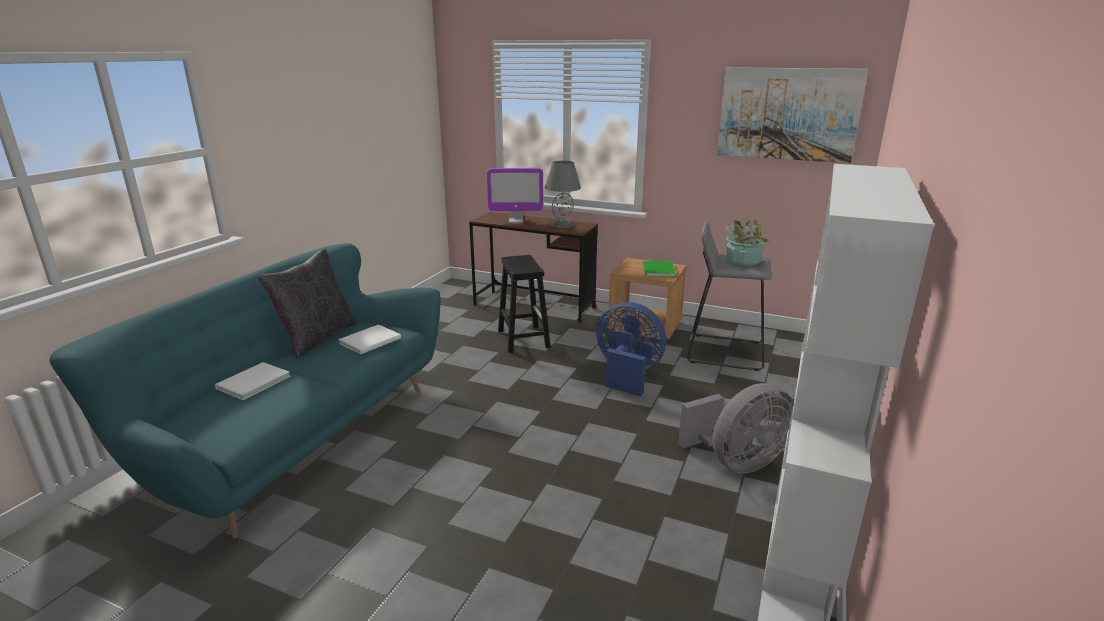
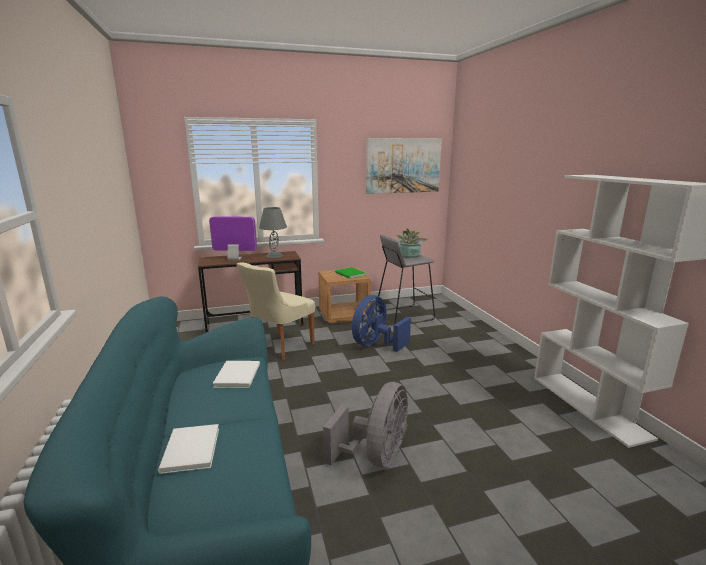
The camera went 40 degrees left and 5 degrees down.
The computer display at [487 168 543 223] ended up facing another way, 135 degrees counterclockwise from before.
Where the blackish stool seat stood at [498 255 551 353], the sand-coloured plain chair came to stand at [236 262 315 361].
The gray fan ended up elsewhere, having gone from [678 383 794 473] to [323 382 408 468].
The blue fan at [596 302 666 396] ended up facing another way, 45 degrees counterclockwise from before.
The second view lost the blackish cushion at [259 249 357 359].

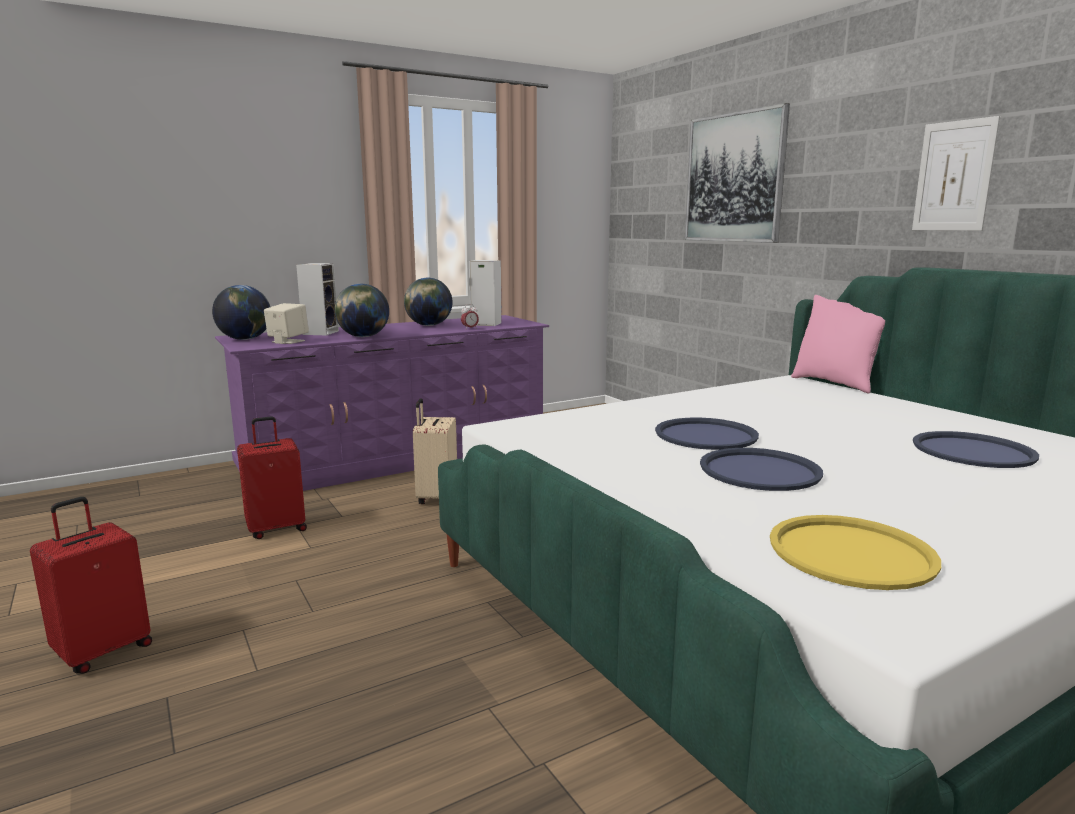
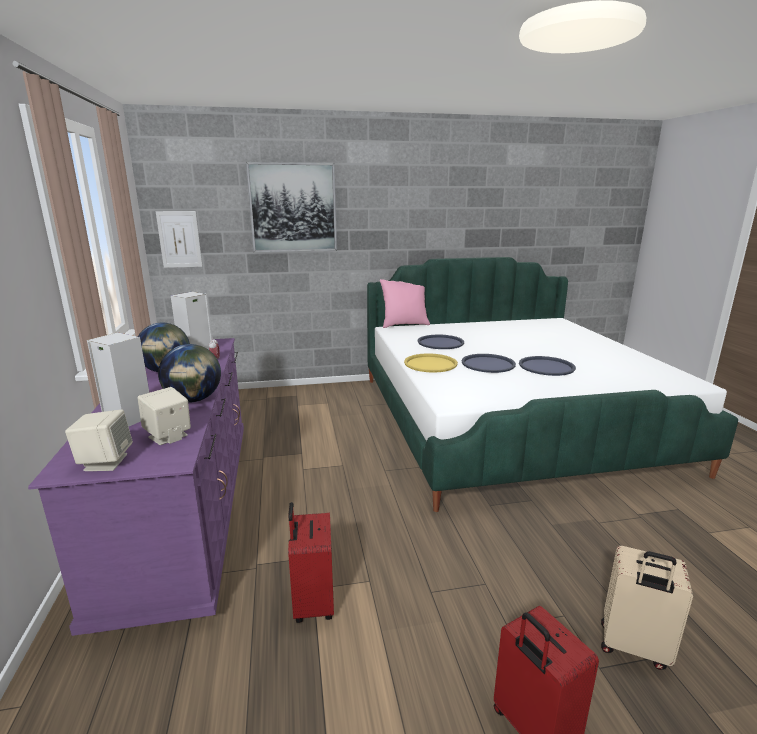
The camera went 70 degrees left and 5 degrees up.
Where the world globe stood at [212 285 270 340], the sand-coloured speaker came to stand at [65 410 133 471].
The picture ended up elsewhere, having gone from [912 116 1000 231] to [156 211 202 268].
The yellow-coloured tray ended up elsewhere, having gone from [770 515 941 590] to [404 353 458 373].
The blue tray ended up elsewhere, having gone from [913 431 1039 468] to [418 335 464 349].
The sand-coloured suitcase ended up elsewhere, having gone from [413 398 457 504] to [601 546 693 670].

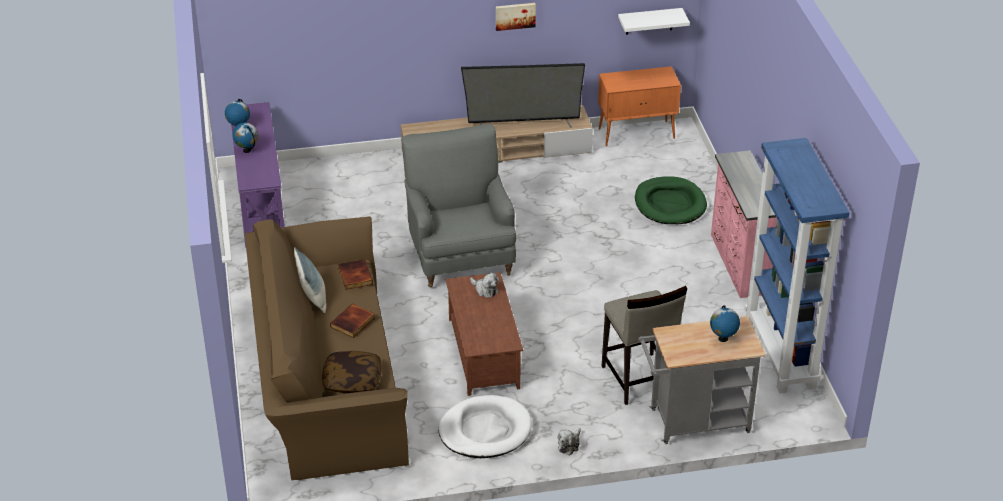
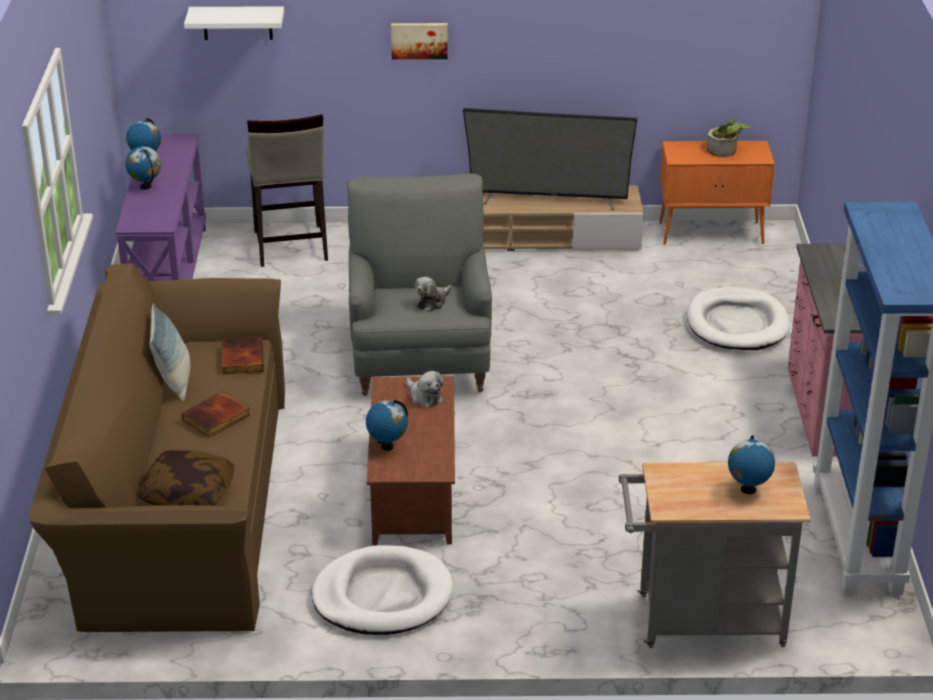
The camera went 10 degrees right and 5 degrees down.
The white bracket shelf ended up elsewhere, having gone from [618 8 690 35] to [184 6 284 40].
The sand-coloured stool seat ended up elsewhere, having gone from [601 286 688 405] to [246 114 328 267].
The second view gained the world globe at [366 400 408 451].
The picture ended up elsewhere, having gone from [496 3 536 31] to [391 23 448 59].
The plush toy ended up elsewhere, having gone from [557 428 581 456] to [415 277 452 312].
What was the greenish dog cushion at [635 176 707 224] turned into the white dog cushion at [687 287 790 350].
The second view gained the plant in a pot at [707 118 751 157].

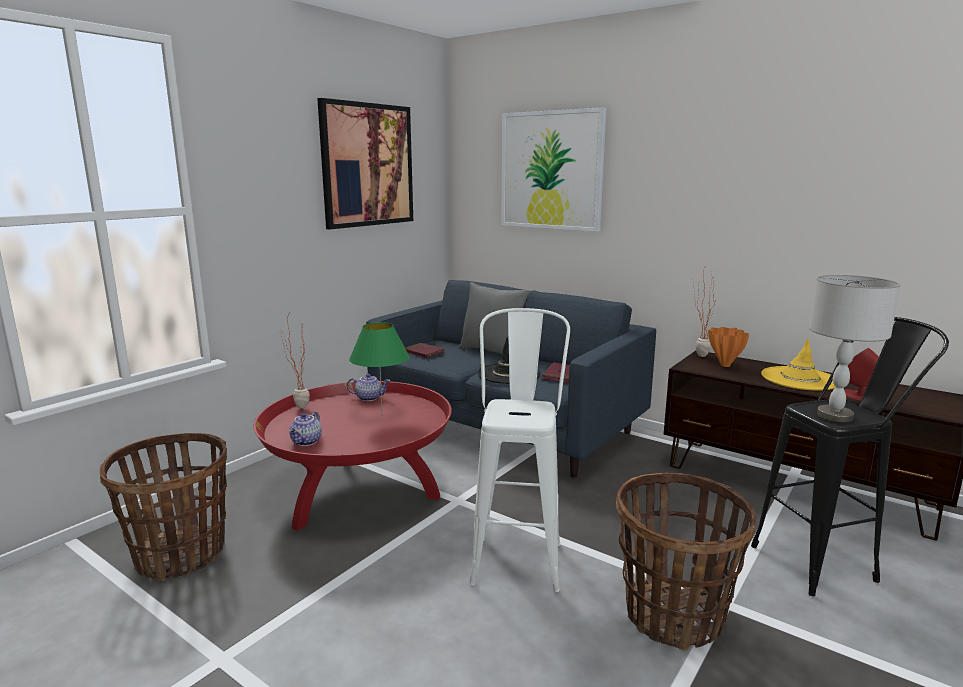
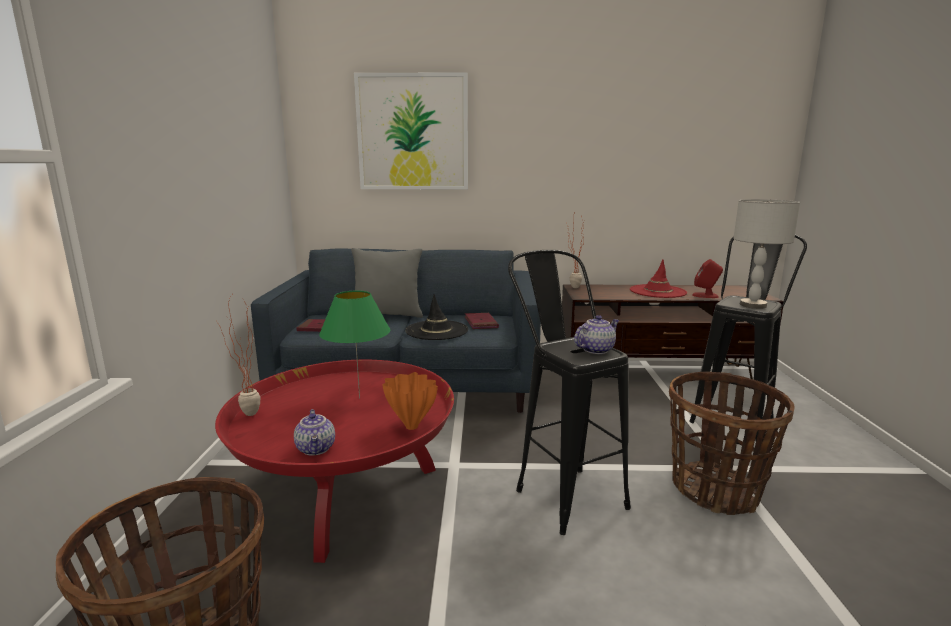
The camera went 35 degrees left and 0 degrees up.
The orange-coloured vase ended up elsewhere, having gone from [708 327 749 367] to [382 372 438 430].
What was the white stool seat at [470 308 570 592] turned into the blackish stool seat at [508 250 631 535].
The tea pot ended up elsewhere, having gone from [347 374 390 401] to [574 315 620 354].
What was the yellow-coloured wearable hat at [761 338 836 390] turned into the red-coloured wearable hat at [630 259 687 298].
The second view lost the picture at [317 98 413 229].

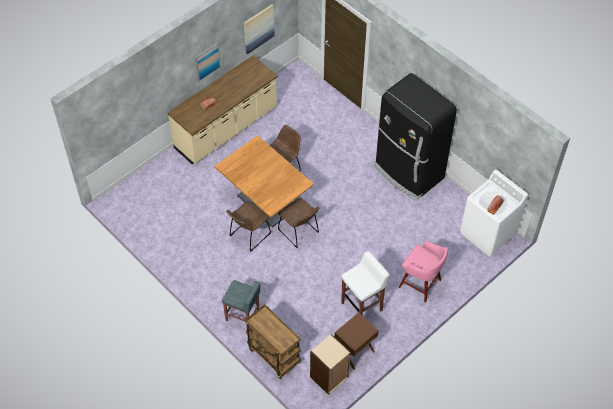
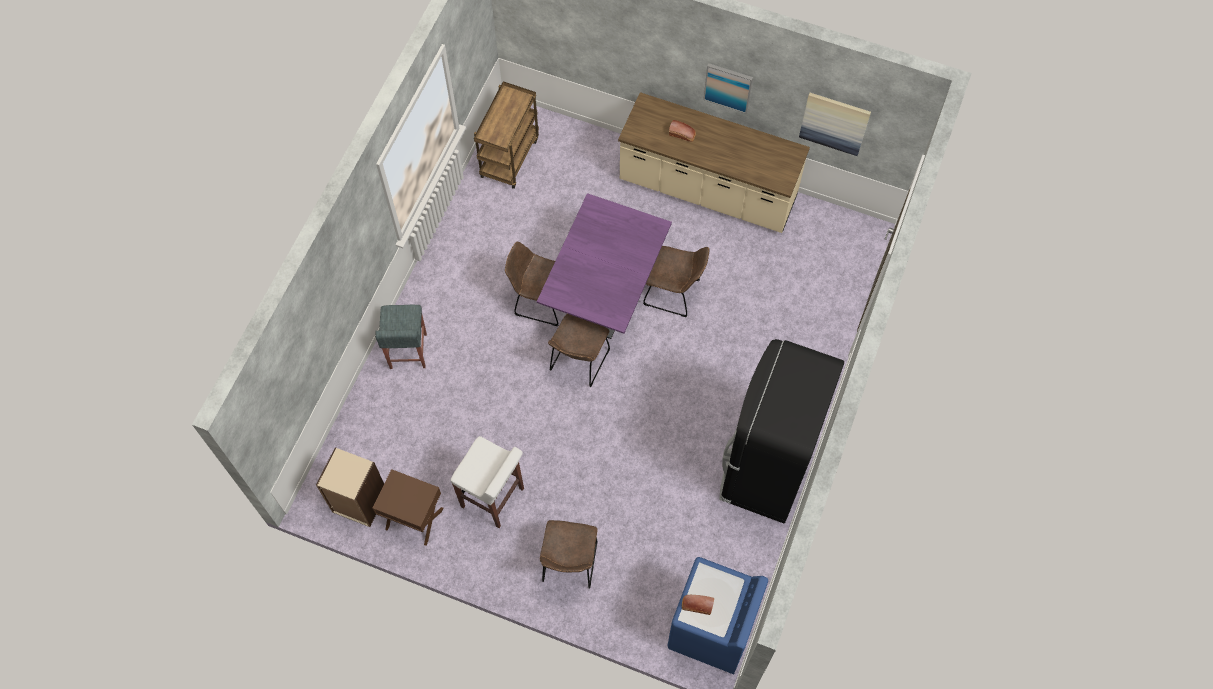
The camera went 65 degrees right and 10 degrees up.
The brown-coloured cart ended up elsewhere, having gone from [245 304 301 379] to [474 81 539 189].
What was the brown-coloured kitchen table at [214 135 314 228] turned into the purple kitchen table at [537 193 672 339].
Where the pink-coloured stool seat stood at [399 241 448 302], the brown-coloured plain chair came to stand at [540 520 598 589].
What was the white laundry appliance at [460 170 528 257] turned into the blue laundry appliance at [667 557 768 674].

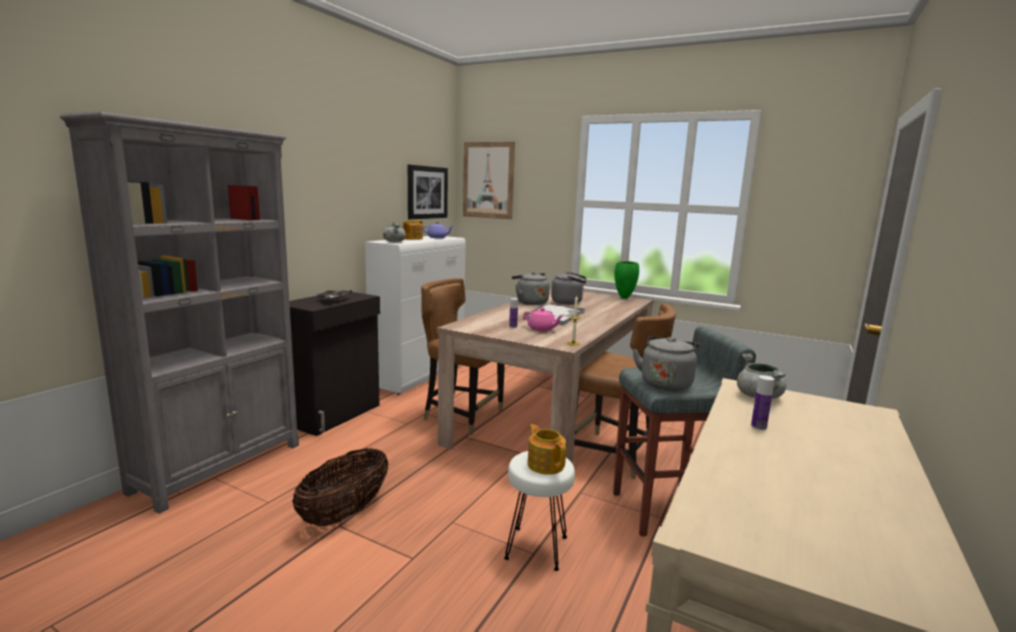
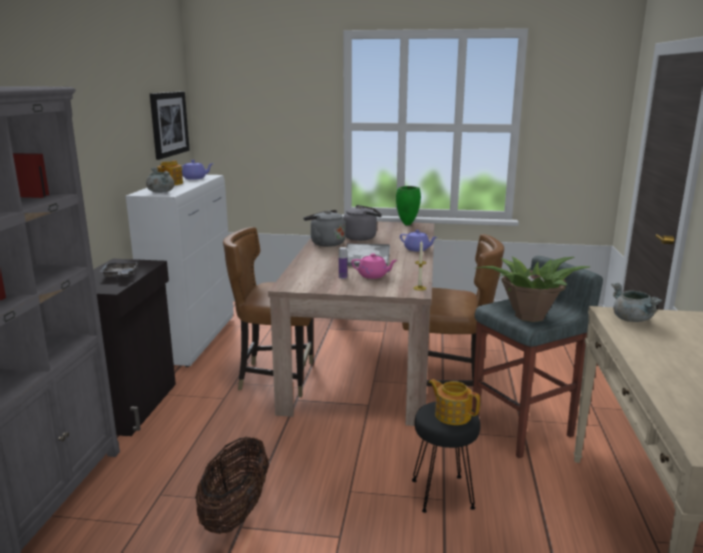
The camera went 20 degrees left and 5 degrees up.
The second view gained the purple tea pot at [400 230 437 252].
What was the white stool seat at [504 451 575 571] turned into the blackish stool seat at [412 402 480 513].
Where the gray tea kettle stood at [633 336 699 391], the plant in a pot came to stand at [477 256 590 322].
The second view lost the picture at [463 142 515 219].
The second view lost the drink bottle at [751 375 774 430].

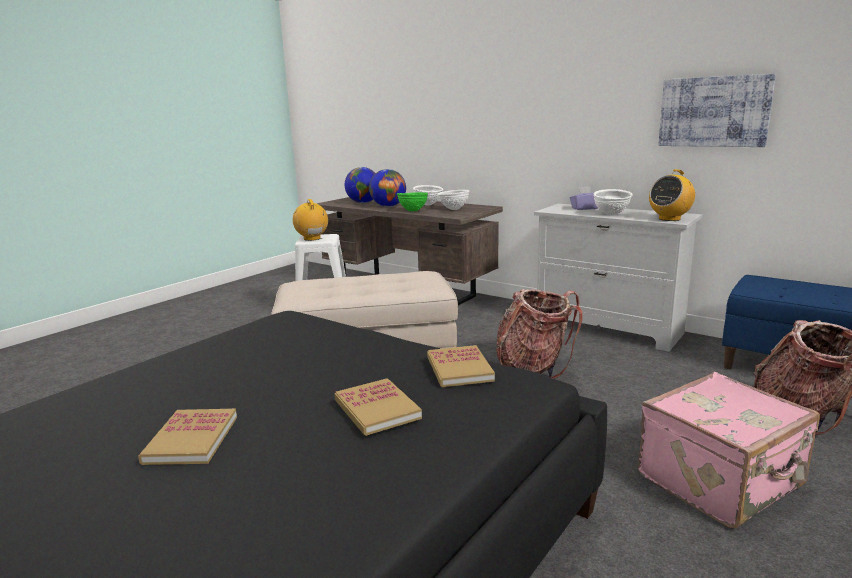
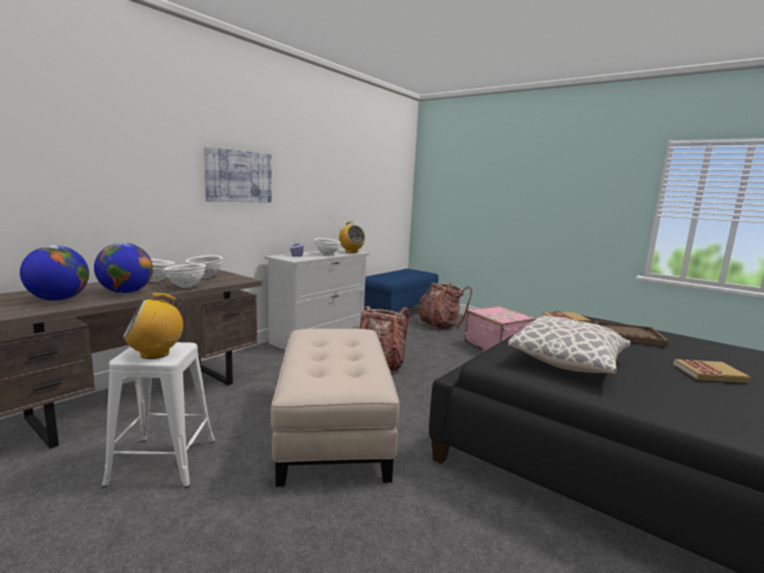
The camera went 90 degrees left and 5 degrees down.
What was the greenish bowl at [397 192 428 211] turned into the white bowl at [164 264 206 288].
The picture ended up elsewhere, having gone from [658 74 776 147] to [204 146 272 203].
The second view gained the cushion at [508 316 630 374].
Where the book stood at [334 378 422 436], the brown-coloured tray came to stand at [594 321 669 347].

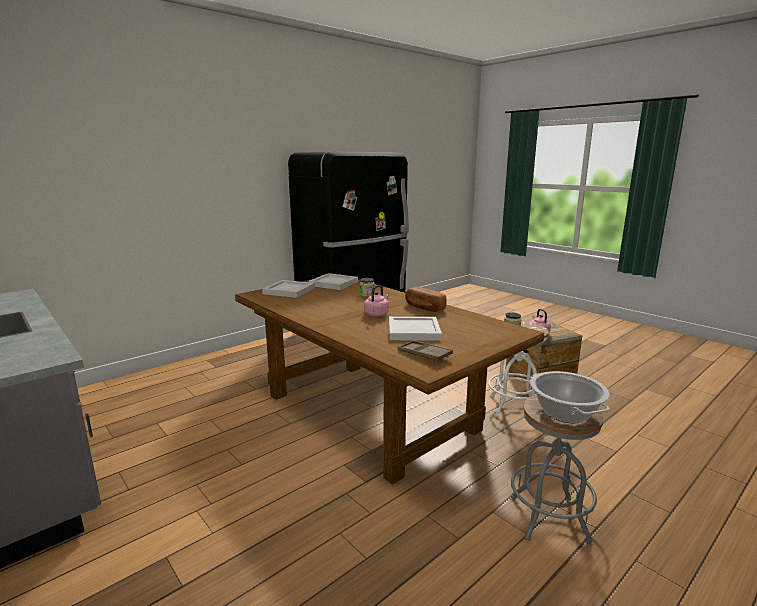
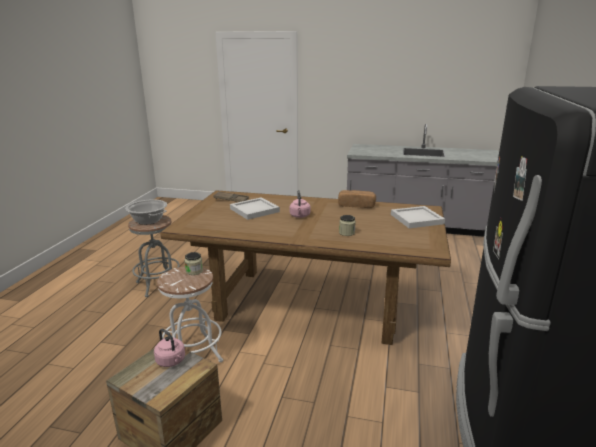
The camera went 145 degrees right and 5 degrees up.
The bread ended up elsewhere, having gone from [405 287 447 312] to [338 190 376 208].
The second view lost the white tray at [309 273 358 290].

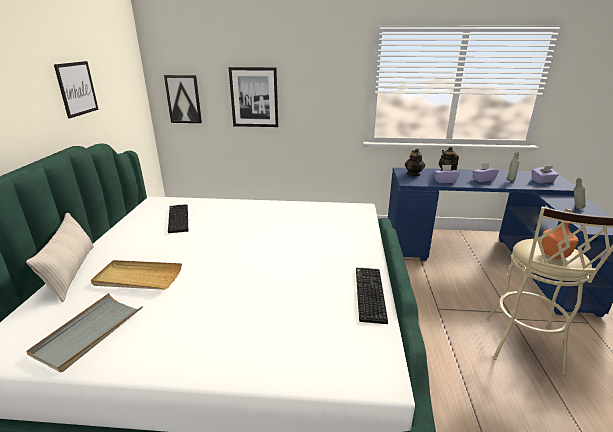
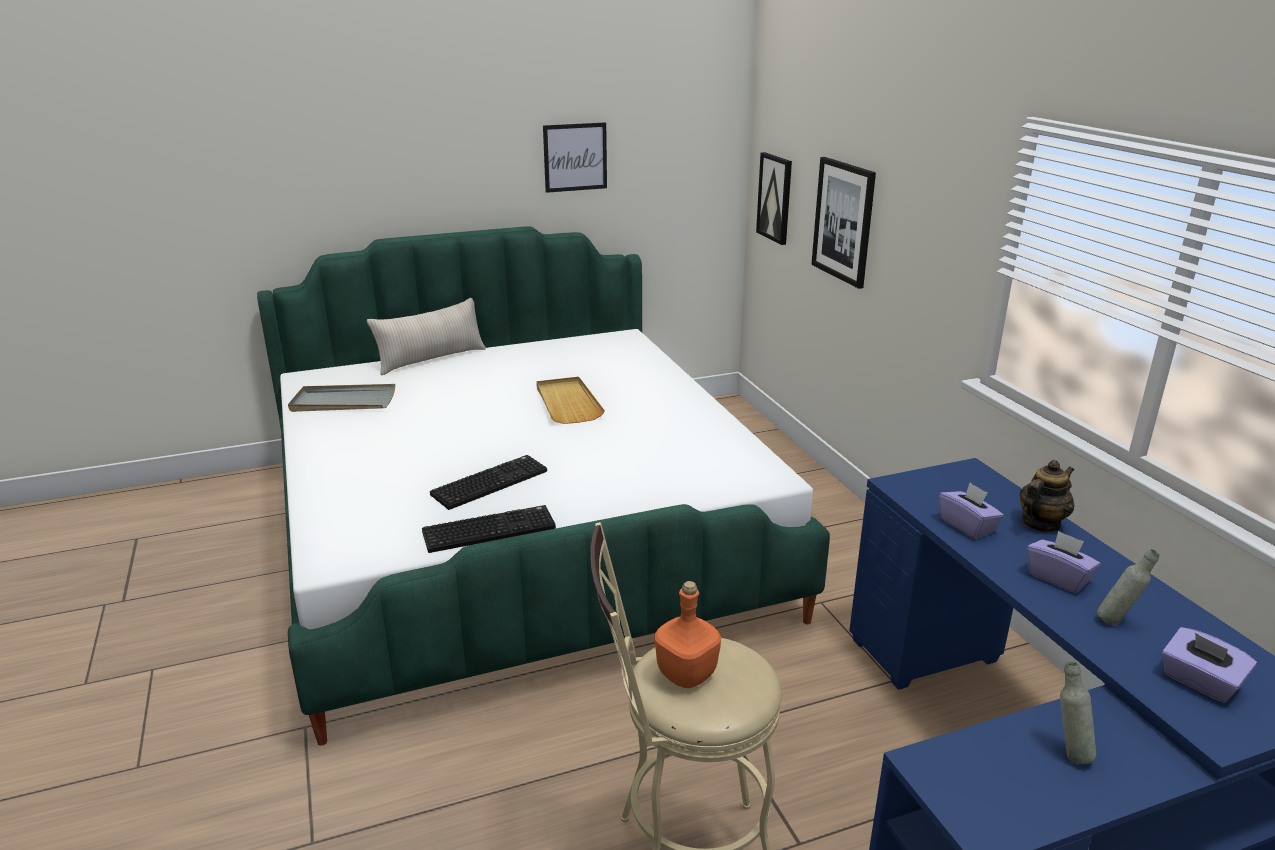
The camera went 65 degrees right and 0 degrees up.
The computer keyboard ended up elsewhere, having gone from [168 204 188 233] to [430 455 547 510].
The sand-coloured tray ended up elsewhere, having gone from [91 260 182 290] to [536 377 605 424].
The second view lost the tea pot at [405 149 425 177].

